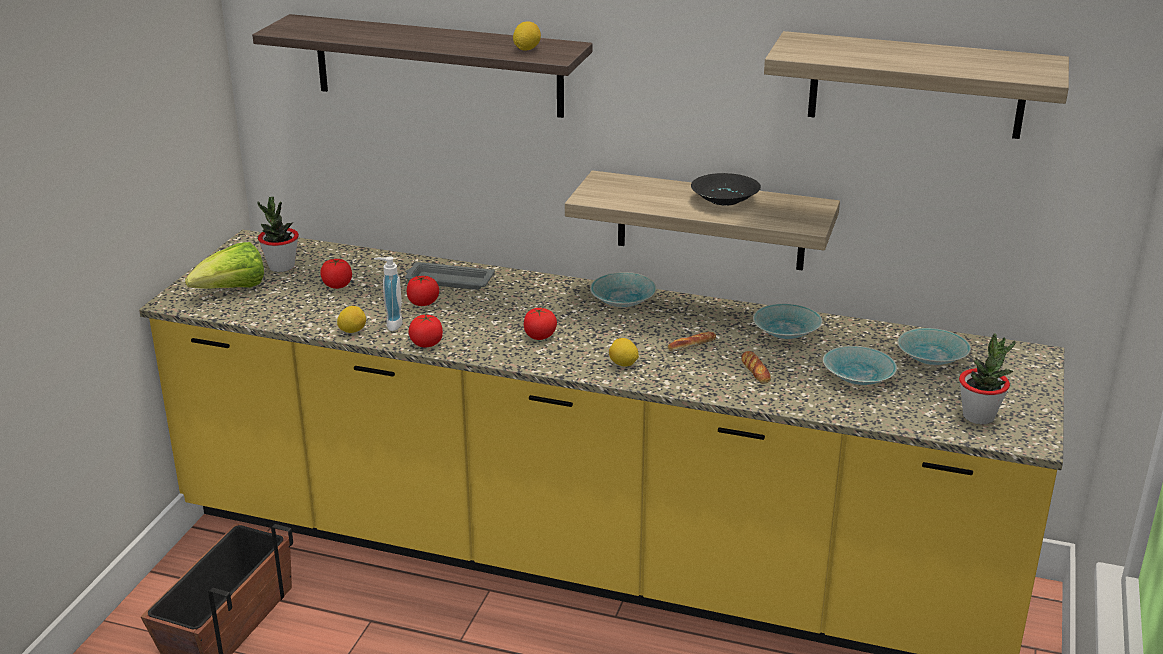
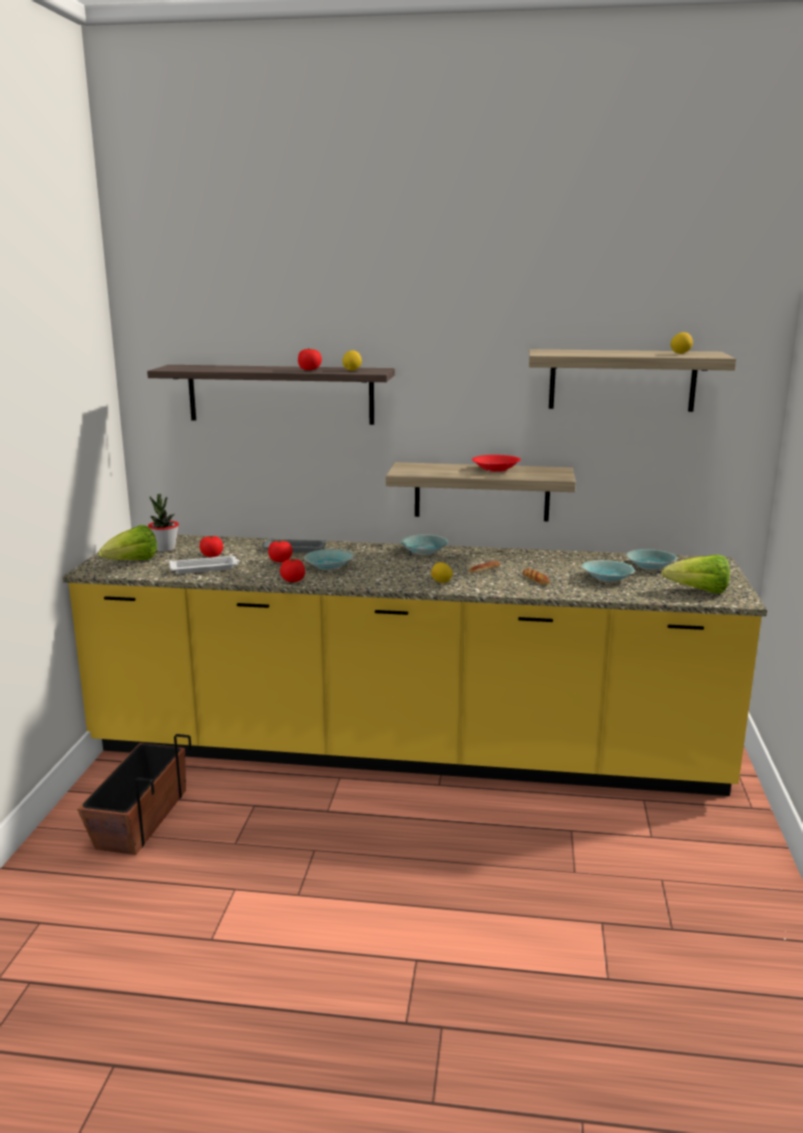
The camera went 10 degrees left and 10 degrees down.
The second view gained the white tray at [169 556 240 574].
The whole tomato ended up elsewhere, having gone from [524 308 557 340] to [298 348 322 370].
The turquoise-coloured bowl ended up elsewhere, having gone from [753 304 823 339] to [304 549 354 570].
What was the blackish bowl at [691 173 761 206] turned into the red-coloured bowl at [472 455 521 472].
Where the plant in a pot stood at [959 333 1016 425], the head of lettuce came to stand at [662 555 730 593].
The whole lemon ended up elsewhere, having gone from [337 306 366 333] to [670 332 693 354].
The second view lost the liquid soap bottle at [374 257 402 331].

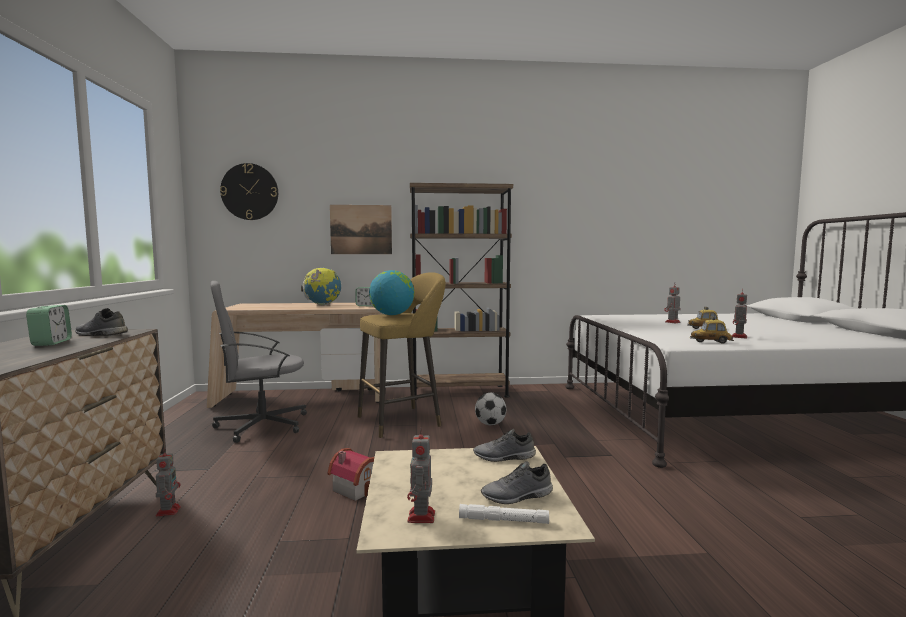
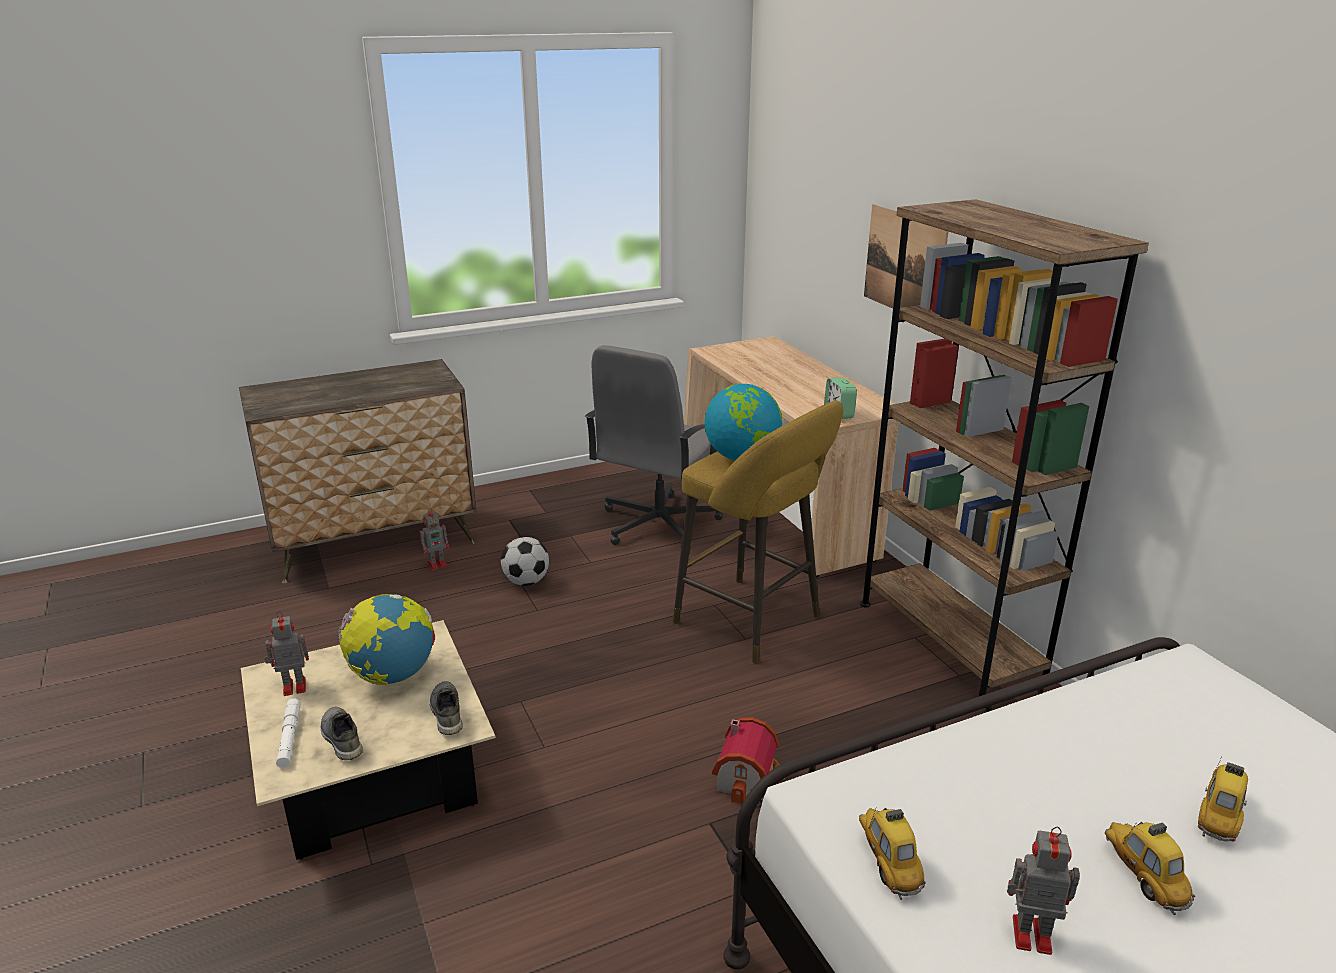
The camera went 70 degrees right and 20 degrees up.
The world globe ended up elsewhere, having gone from [301 268 341 305] to [338 594 435 685].
The football ball ended up elsewhere, having gone from [475 393 506 425] to [501 537 549 586].
The gray desk chair at [210 281 307 443] ended up facing another way, 105 degrees counterclockwise from before.
The miniature house ended up elsewhere, having gone from [328 448 374 501] to [712 717 785 804].
Where the model robot stood at [664 282 681 324], the miniature car came to stand at [1198 757 1248 842].
The second view lost the alarm clock at [26 305 72 346].
The second view lost the gray item of footwear at [75 308 128 336].
The second view lost the clock on the wall at [220 163 278 220].

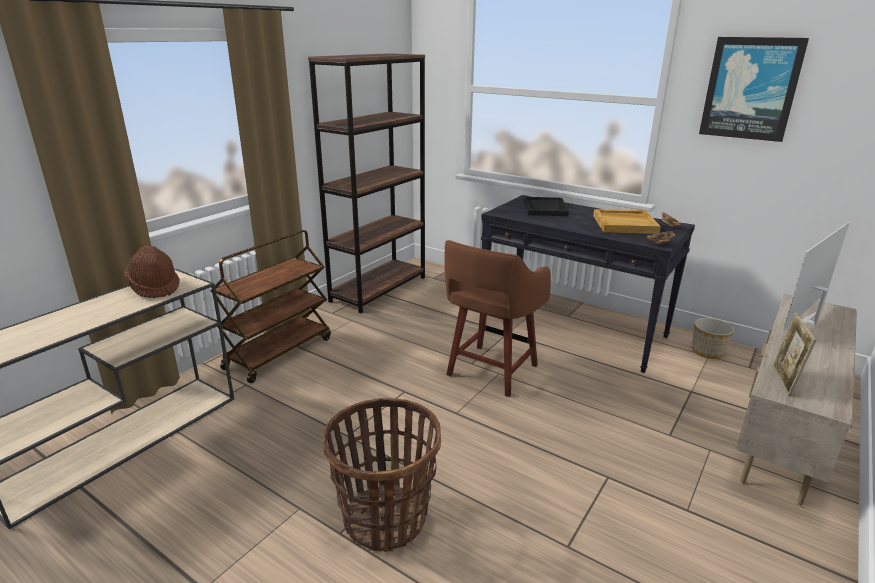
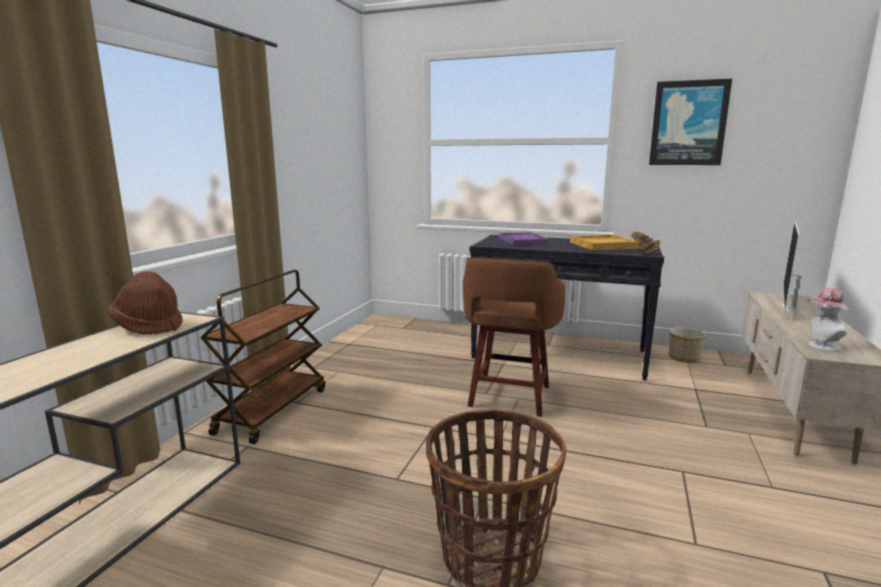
The camera went 15 degrees left and 10 degrees down.
What was the blackish tray at [524 197 569 216] turned into the purple tray at [498 232 549 245].
Where the photo frame stood at [772 313 816 396], the wearable hat came to stand at [808 288 849 351].
The second view lost the brown-coloured bookcase at [308 53 425 313].

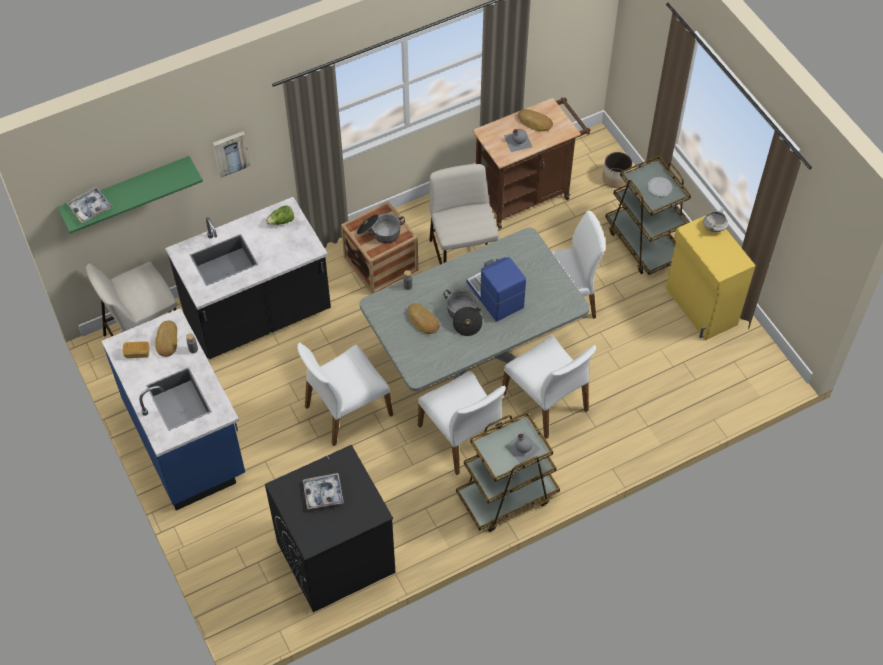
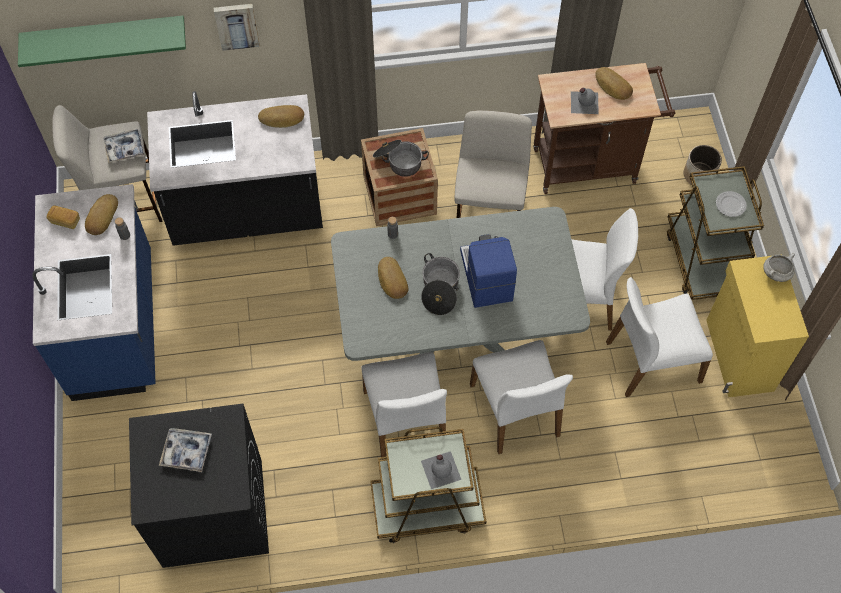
The camera went 20 degrees right and 5 degrees up.
The tray ended up elsewhere, having gone from [67 187 112 223] to [103 128 145 163].
Where the head of lettuce stood at [266 206 294 225], the bread came to stand at [258 105 304 128].
The white plain chair ended up elsewhere, having gone from [297 343 393 446] to [606 277 713 397].

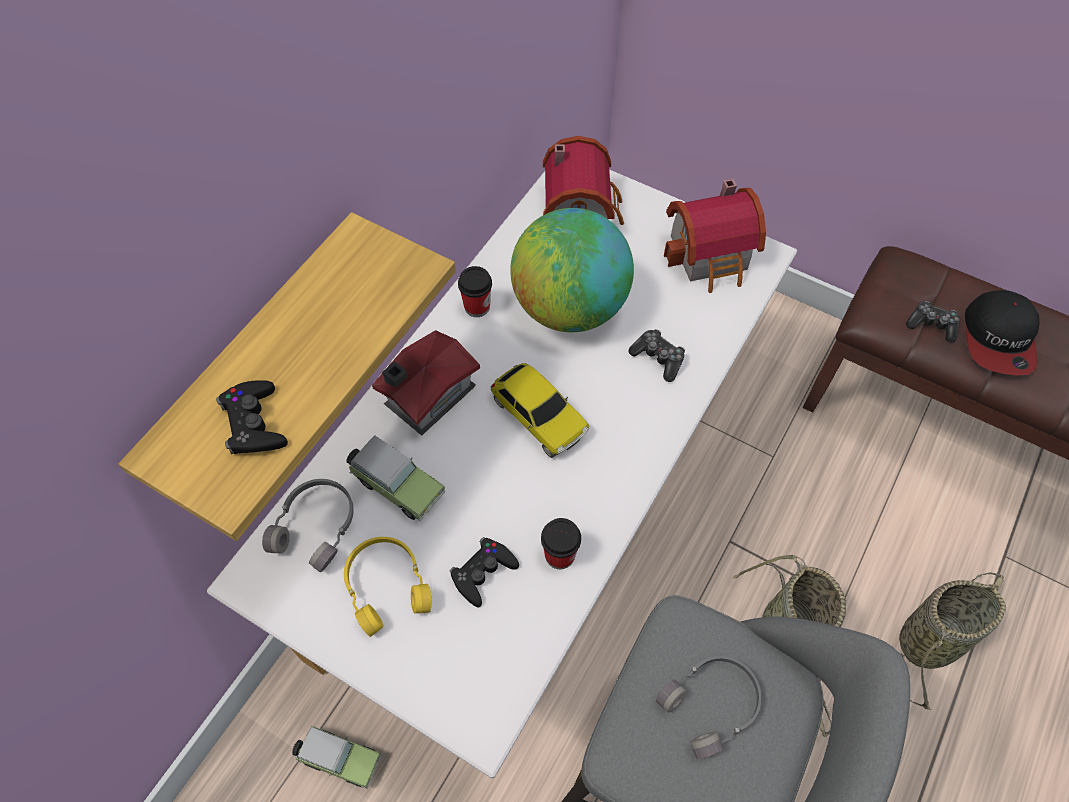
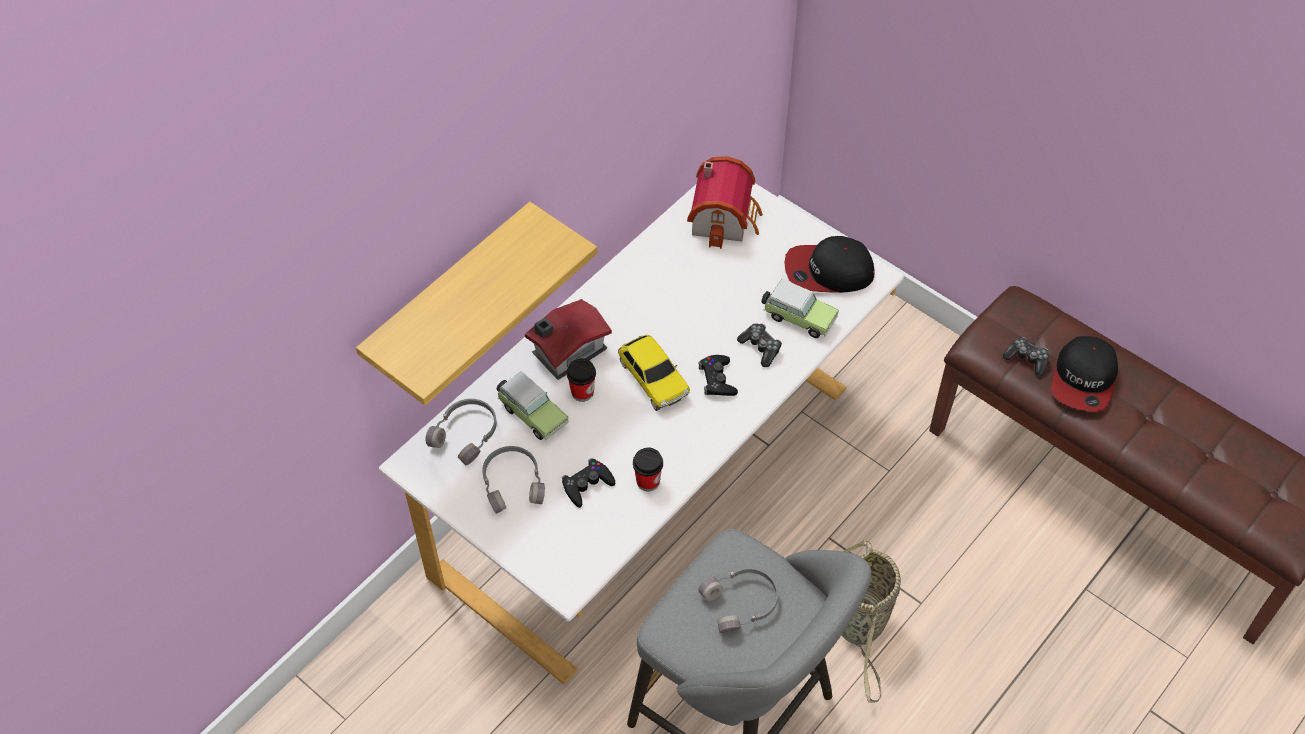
The camera went 10 degrees right and 5 degrees down.
What was the yellow-coloured headset at [344 537 431 637] turned into the gray headset at [482 446 545 514].
The drinking cup ended up elsewhere, having gone from [458 266 492 317] to [567 358 596 402].
The blackish joypad ended up elsewhere, having gone from [216 380 288 454] to [699 355 738 396].
The miniature car ended up elsewhere, having gone from [292 726 382 789] to [762 279 839 338].
Where the miniature house stood at [664 179 766 293], the peaked cap came to stand at [784 236 875 293].
The second view lost the world globe at [510 208 634 332].
The second view lost the household basket at [899 572 1006 710].

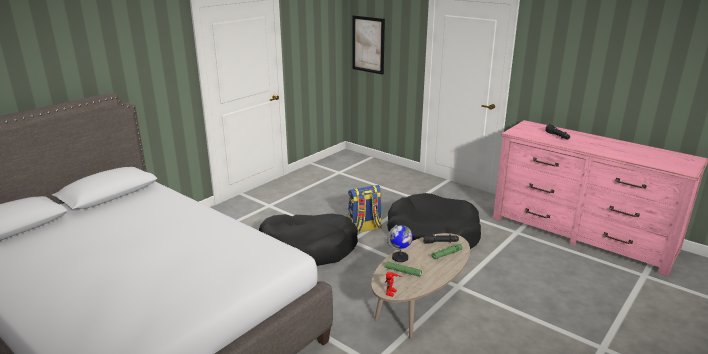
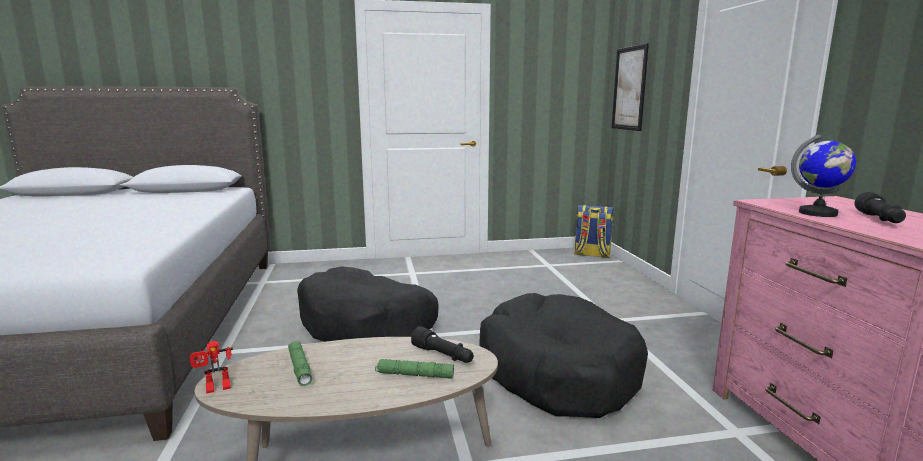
The camera went 40 degrees right and 10 degrees down.
The backpack ended up elsewhere, having gone from [348 185 382 233] to [574 205 614 258].
The world globe ended up elsewhere, having gone from [387 225 413 262] to [791 134 856 217].

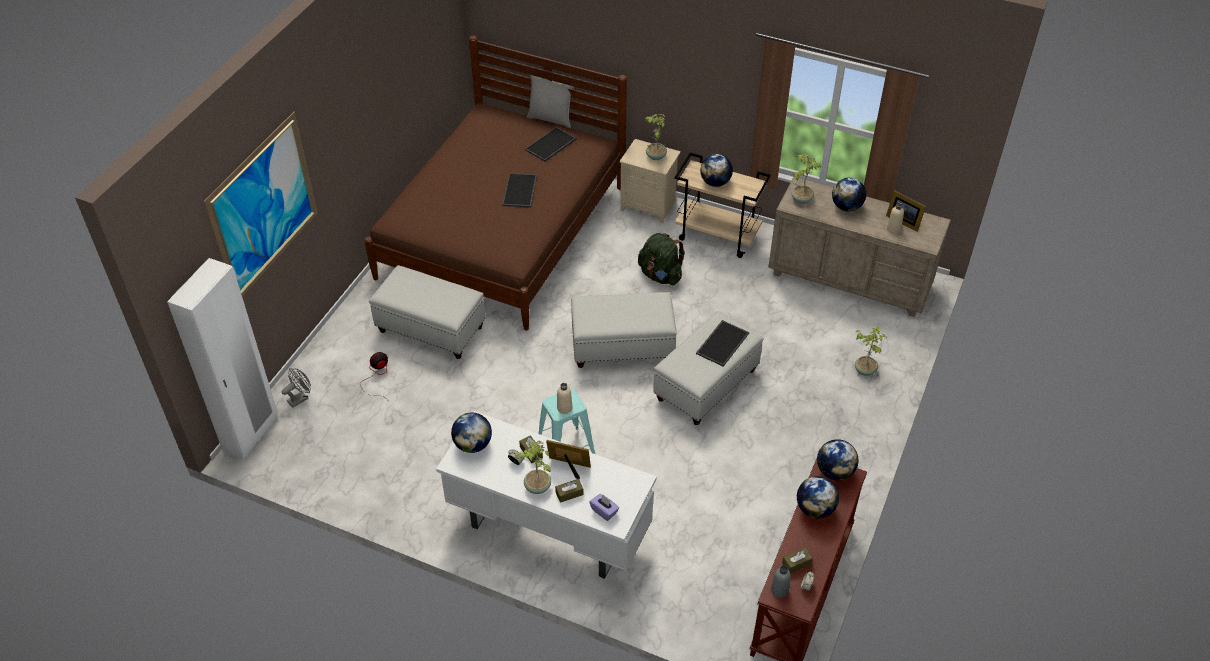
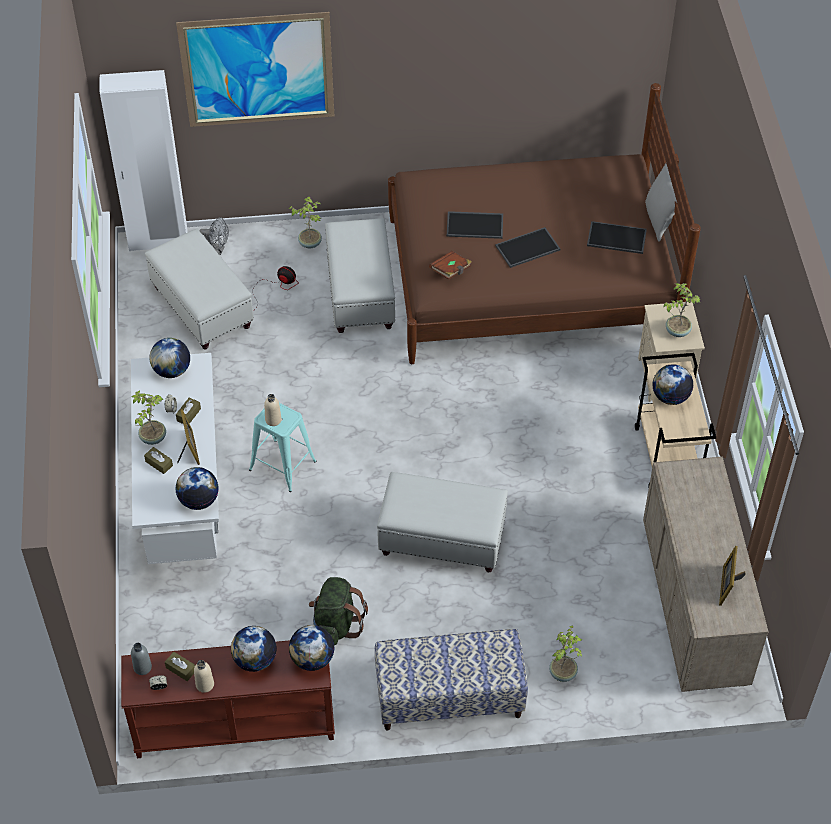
The camera went 60 degrees right and 5 degrees up.
The white ottoman ended up elsewhere, having gone from [571 292 677 368] to [145 229 254 350].
The world globe ended up elsewhere, having gone from [832 178 866 211] to [175 467 218 510].
The sand-coloured drink bottle ended up elsewhere, having gone from [887 203 904 233] to [194 660 214 693].
The plant in a pot ended up elsewhere, having gone from [792 155 821 204] to [289 196 322 248].
The greenish backpack ended up elsewhere, having gone from [638 233 685 285] to [309 577 368 645].
The second view gained the bench at [375 629 528 731].
The second view gained the brown-coloured book at [429 251 472 280].
The tray ended up elsewhere, having gone from [696 320 749 367] to [447 211 503 239].
The second view lost the purple tissue box at [589 494 619 521].

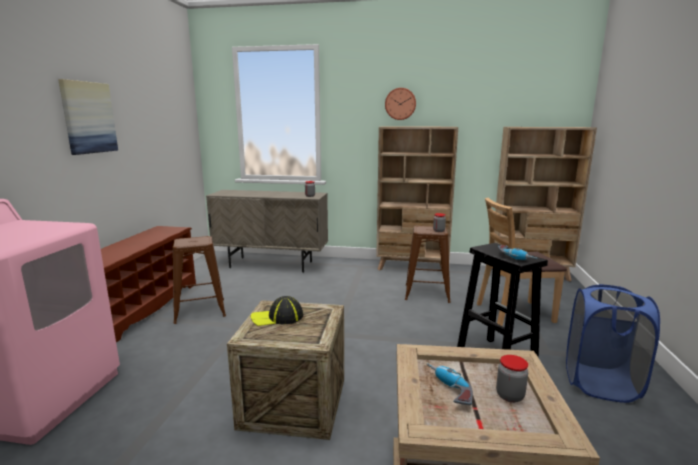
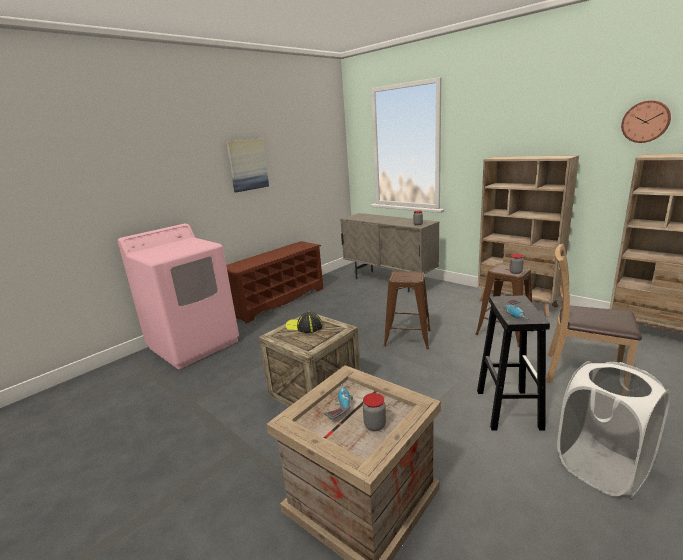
The camera went 35 degrees right and 5 degrees up.
The brown-coloured stool seat ended up elsewhere, having gone from [173 236 226 324] to [384 271 431 349].
What was the blue washing basket at [566 284 660 403] turned into the white washing basket at [557 361 670 498].
The clock on the wall ended up elsewhere, having gone from [385 88 416 120] to [621 100 671 143].

